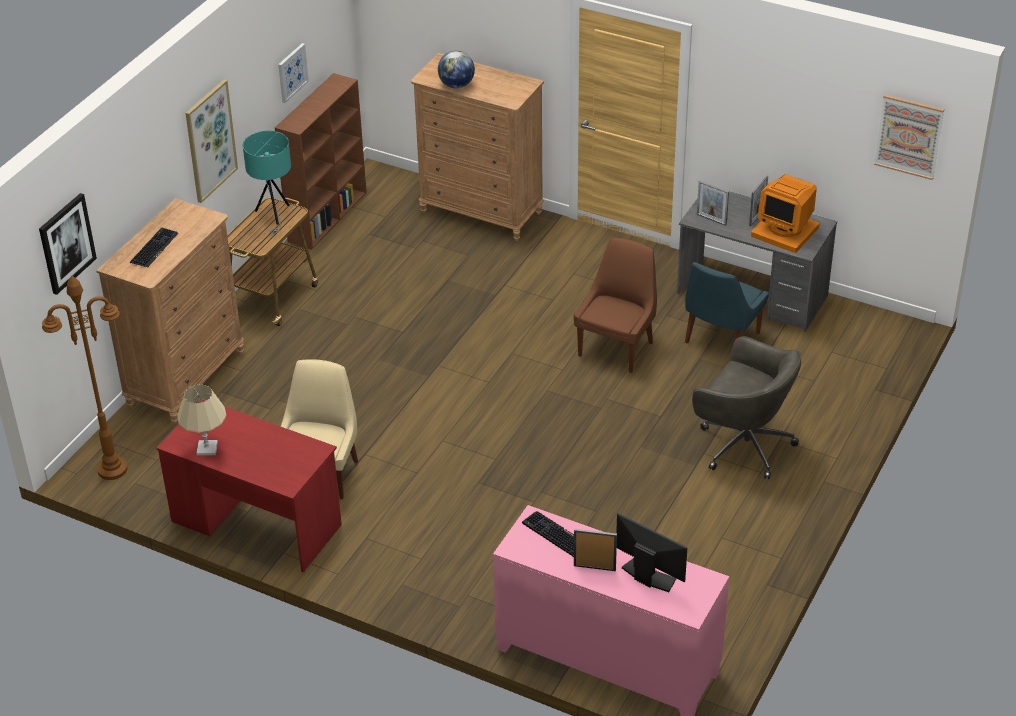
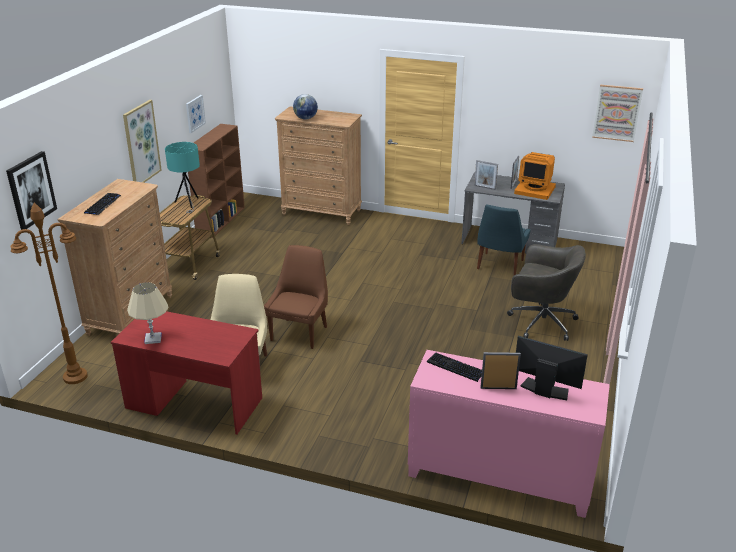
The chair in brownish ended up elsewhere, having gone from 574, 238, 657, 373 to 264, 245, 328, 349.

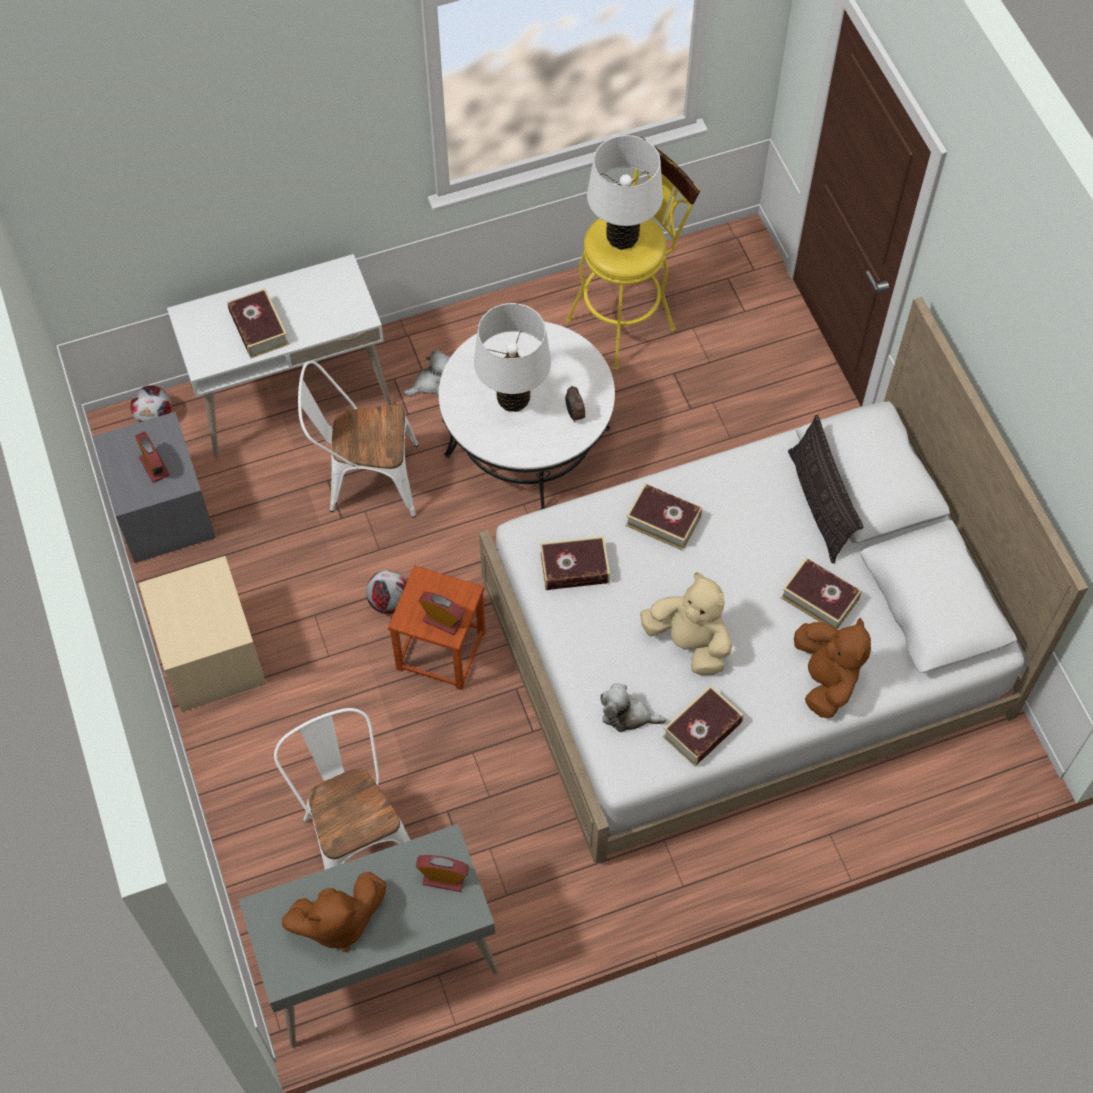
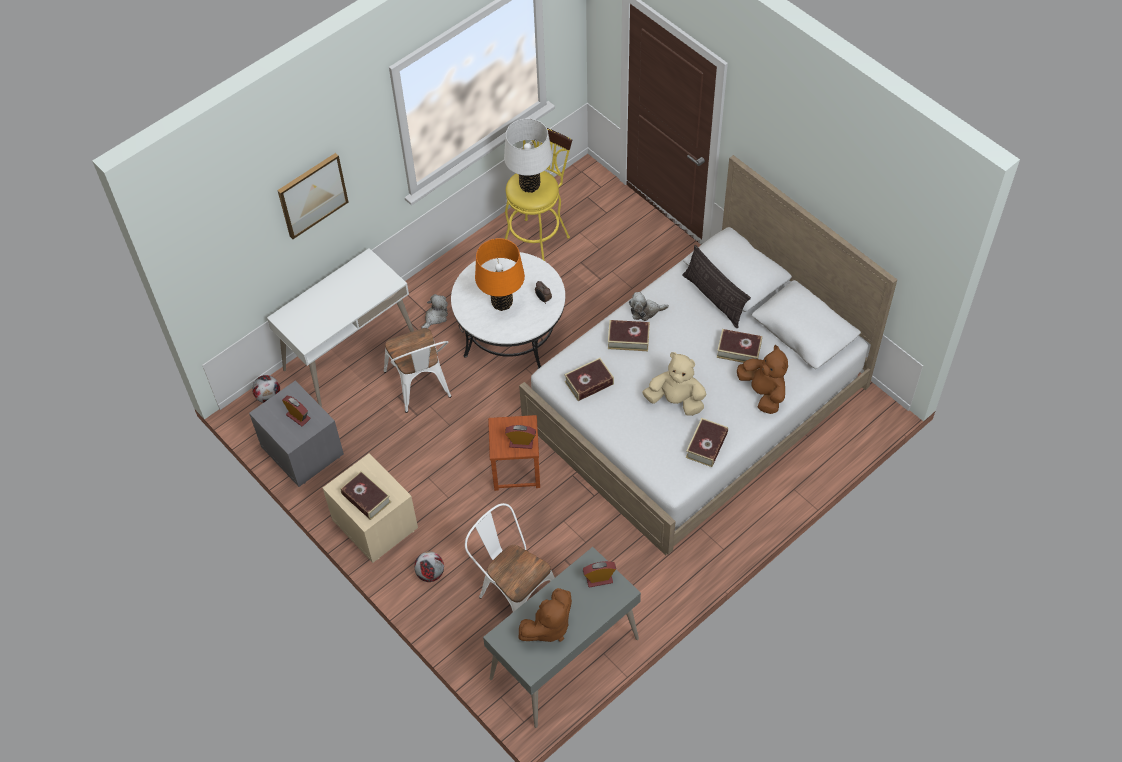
The book ended up elsewhere, having gone from 228, 288, 289, 358 to 340, 470, 391, 520. The chair in white at 298, 361, 419, 518 ended up facing another way, 90 degrees counterclockwise from before. The football ended up elsewhere, having gone from 366, 570, 407, 614 to 414, 551, 444, 582. What was the table lamp in white at 474, 303, 551, 412 turned into the table lamp in orange at 475, 238, 525, 311. The cuddly toy ended up elsewhere, having gone from 600, 683, 666, 732 to 629, 292, 669, 321. The second view gained the wall art at 277, 153, 349, 239.

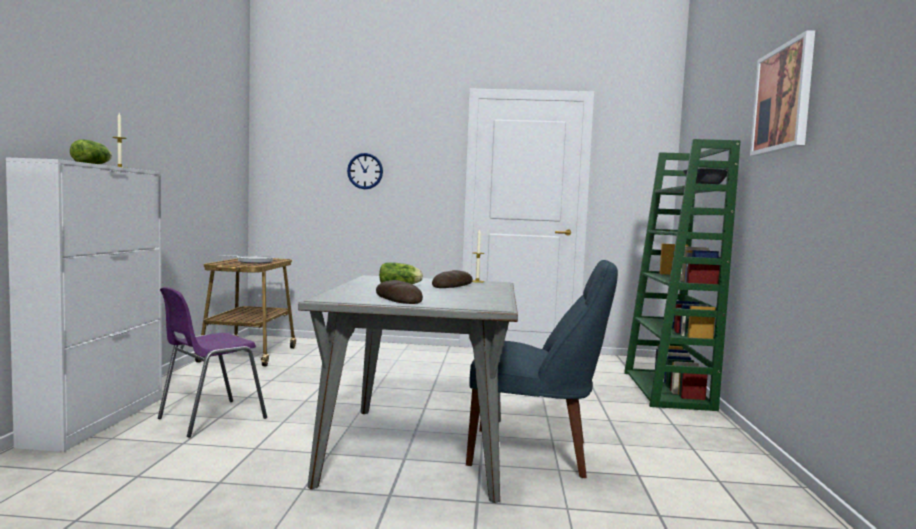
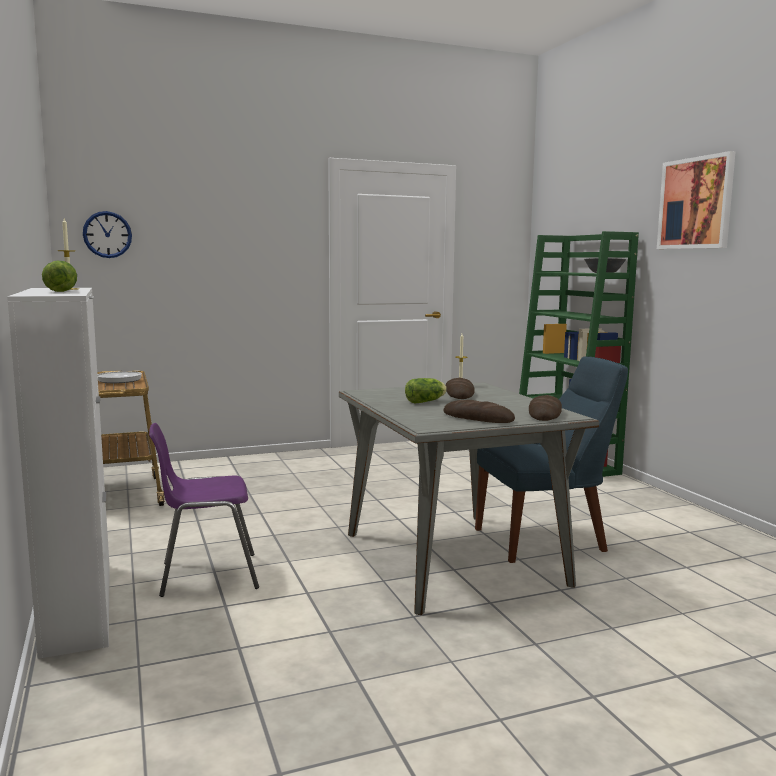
The chair in purple-coloured at 158, 287, 267, 437 ended up facing another way, 60 degrees clockwise from before. The hanging clock ended up elsewhere, having gone from 347, 153, 383, 189 to 83, 211, 132, 258. The second view gained the bread at 529, 395, 562, 421.

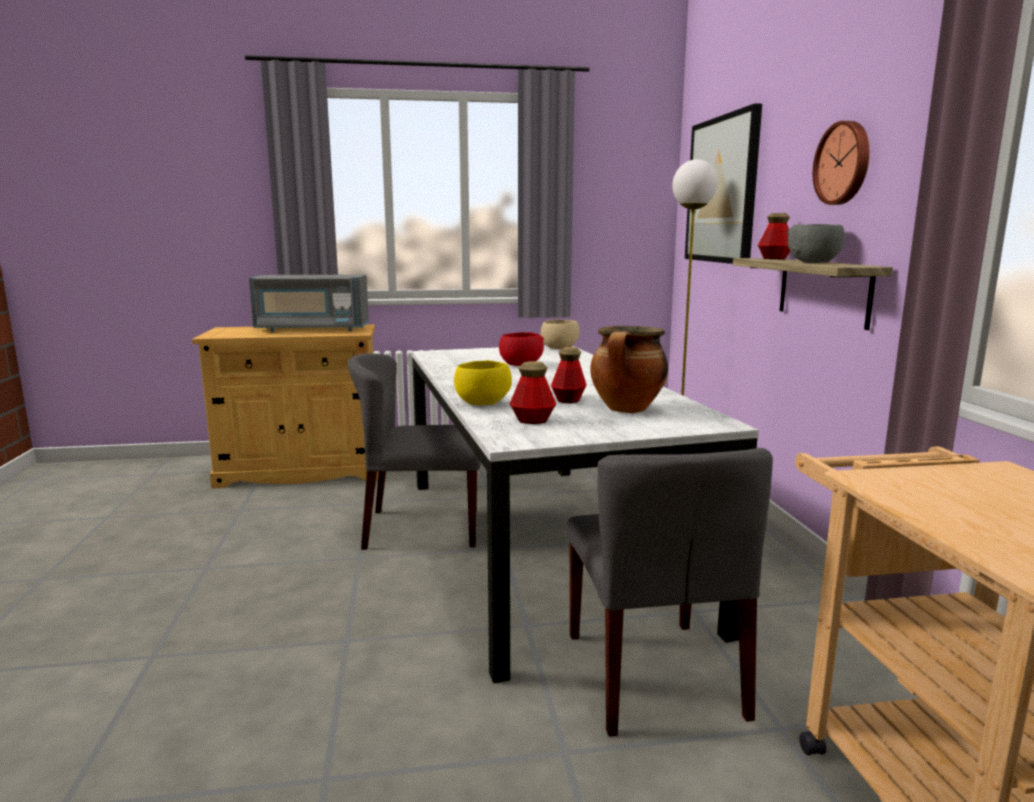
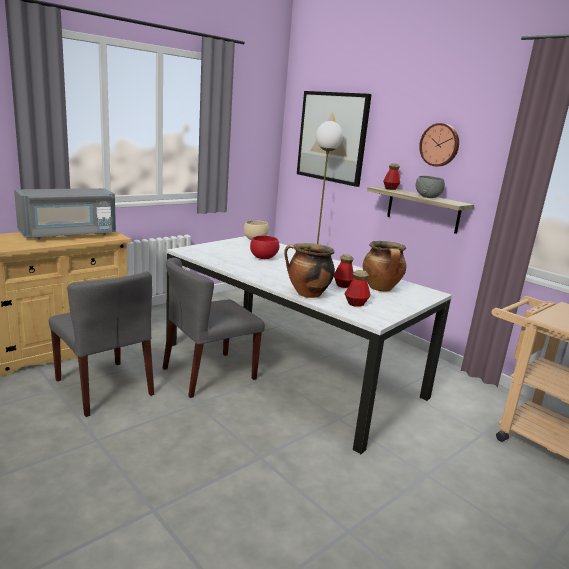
Where the bowl in yellow stood at 454, 360, 512, 405, the stockpot came to stand at 284, 243, 335, 298. The chair in gray ended up elsewhere, having gone from 567, 448, 773, 737 to 49, 272, 154, 417.

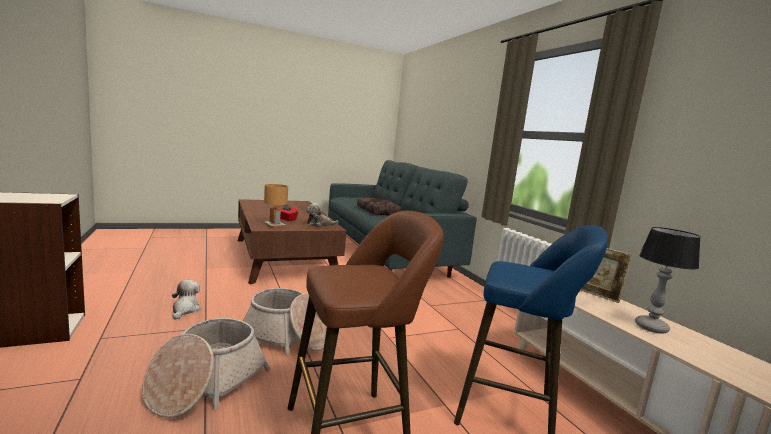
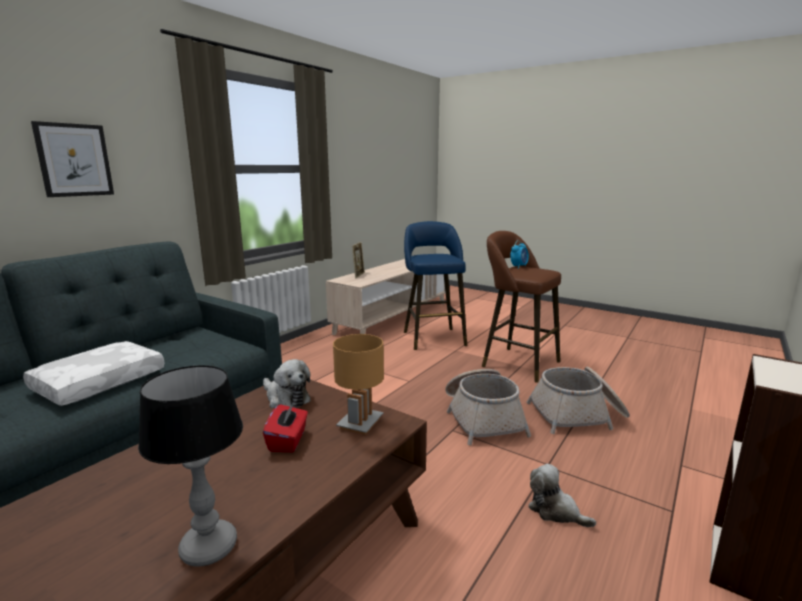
The cuddly toy at 172, 280, 200, 320 ended up facing another way, 75 degrees clockwise from before. What was the cushion in brownish at 357, 198, 401, 215 turned into the cushion in white at 23, 341, 164, 406. The table lamp ended up elsewhere, having gone from 635, 227, 701, 334 to 138, 365, 243, 567. The second view gained the wall art at 31, 121, 114, 197. The second view gained the alarm clock at 510, 240, 529, 269.

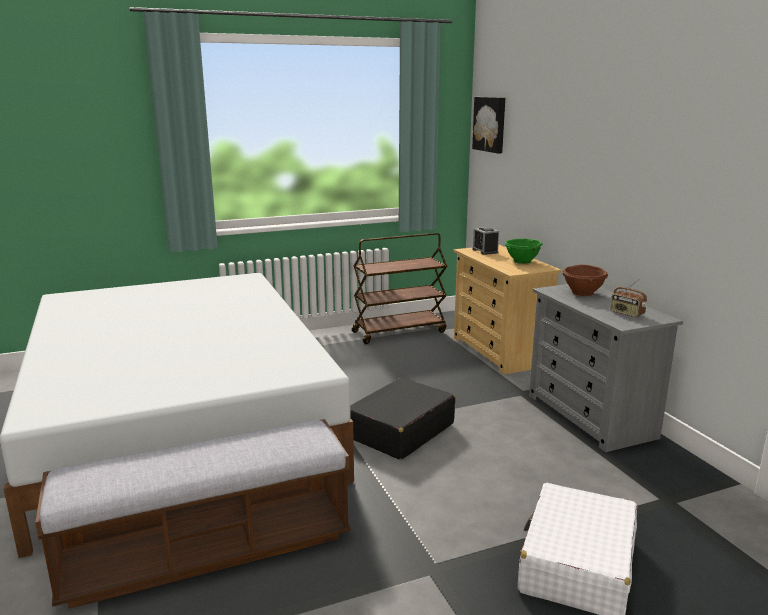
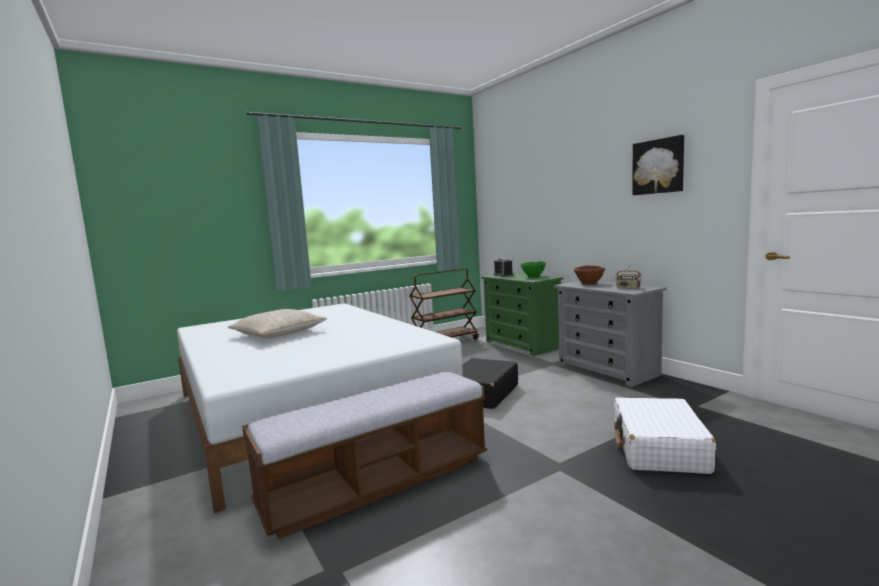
What was the chest of drawers in sand-coloured at 454, 245, 562, 375 turned into the chest of drawers in green-coloured at 481, 273, 563, 356. The wall art ended up elsewhere, having gone from 472, 97, 505, 154 to 632, 135, 684, 195. The second view gained the cushion in sand-coloured at 228, 309, 327, 339.

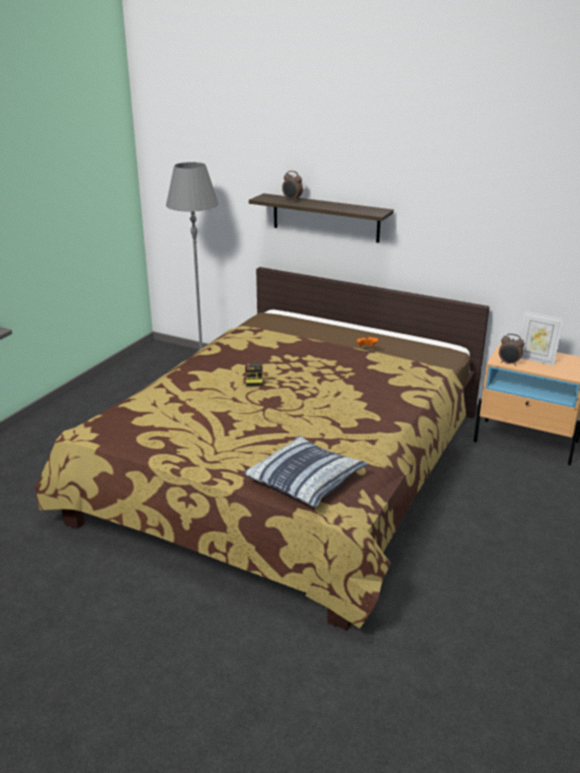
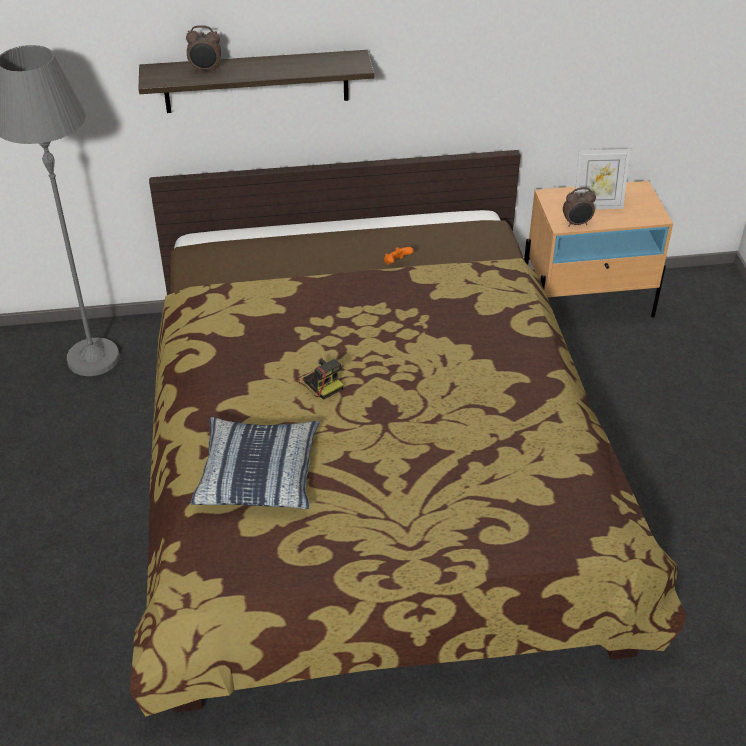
The cushion ended up elsewhere, having gone from 244, 435, 368, 507 to 191, 417, 320, 509.

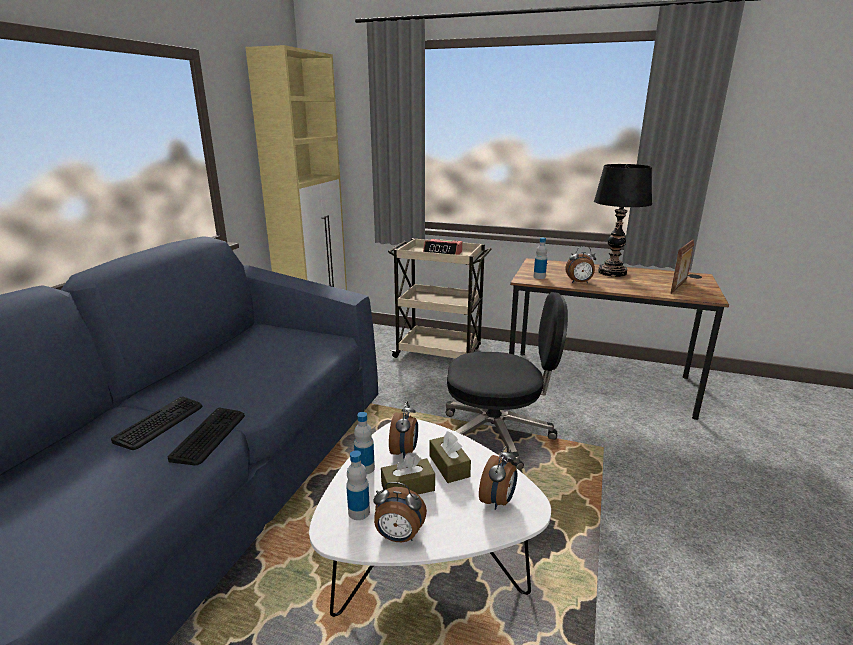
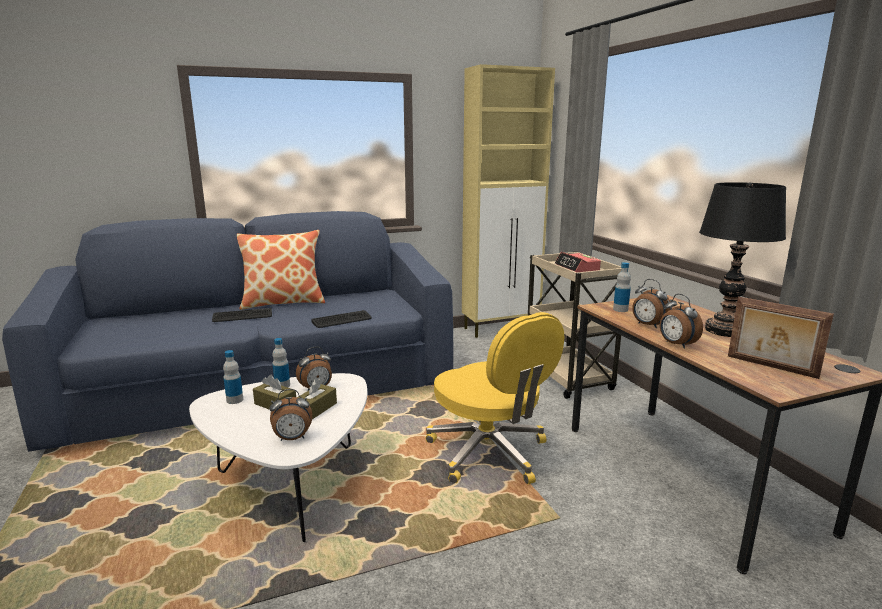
The keyboard ended up elsewhere, having gone from 168, 408, 245, 465 to 311, 310, 372, 328. The alarm clock ended up elsewhere, having gone from 373, 482, 427, 542 to 660, 294, 703, 348. What was the computer chair in black-coloured at 446, 292, 568, 470 turned into the computer chair in yellow at 425, 312, 564, 484. The picture frame at 670, 240, 694, 294 ended up facing another way, 45 degrees clockwise from before. The second view gained the cushion at 237, 230, 325, 310.

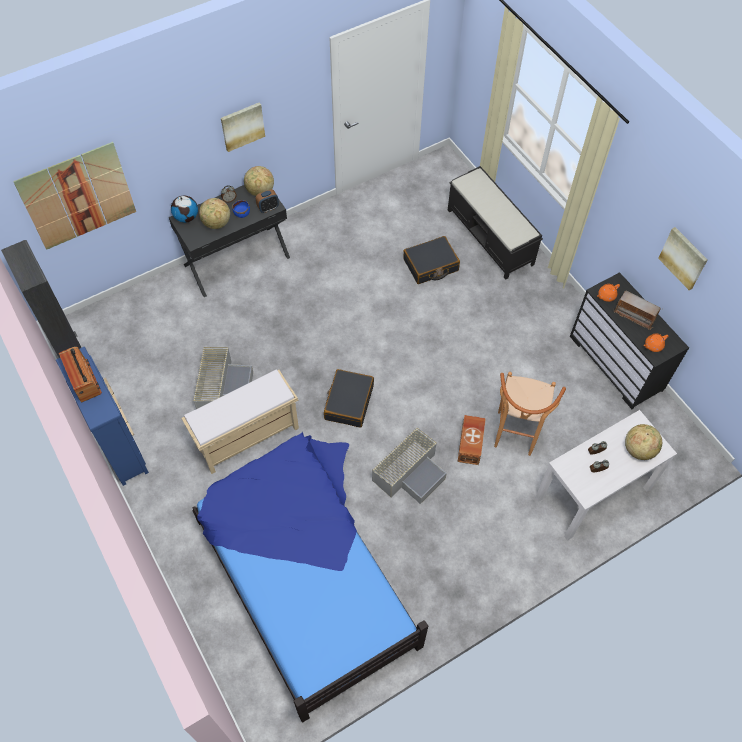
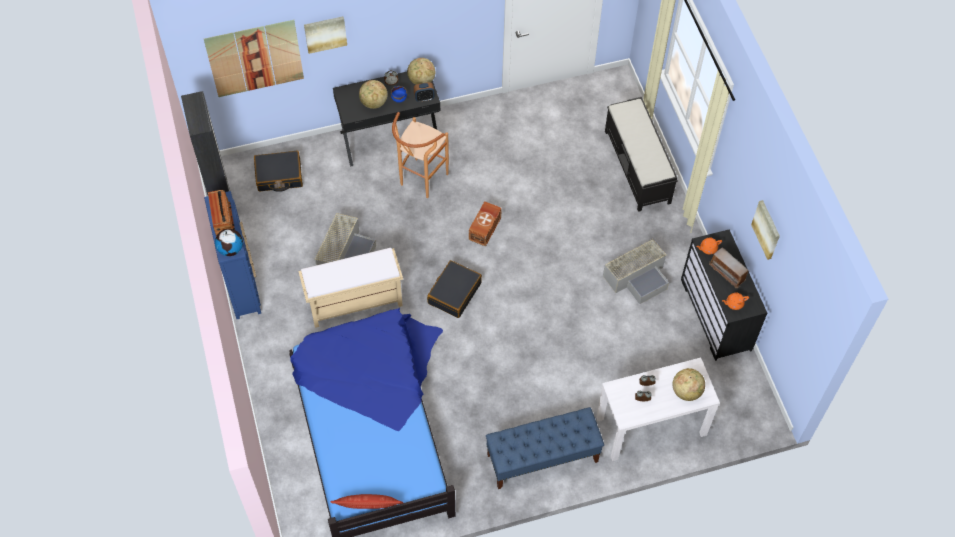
The globe ended up elsewhere, having gone from 171, 195, 198, 223 to 215, 229, 243, 256. The wall art ended up elsewhere, having gone from 221, 102, 265, 152 to 304, 16, 347, 54. The storage box in gray ended up elsewhere, having gone from 372, 427, 447, 504 to 603, 239, 669, 304. The piece of luggage in black-coloured ended up elsewhere, having gone from 403, 236, 460, 284 to 254, 151, 303, 192. The storage box in brownish ended up elsewhere, having gone from 458, 415, 486, 465 to 469, 201, 502, 246. The sitting stool in brownish ended up elsewhere, having gone from 494, 372, 566, 456 to 392, 112, 449, 198. The second view gained the cushion at 330, 494, 403, 509. The second view gained the long seat in blue-coloured at 486, 407, 604, 489.

